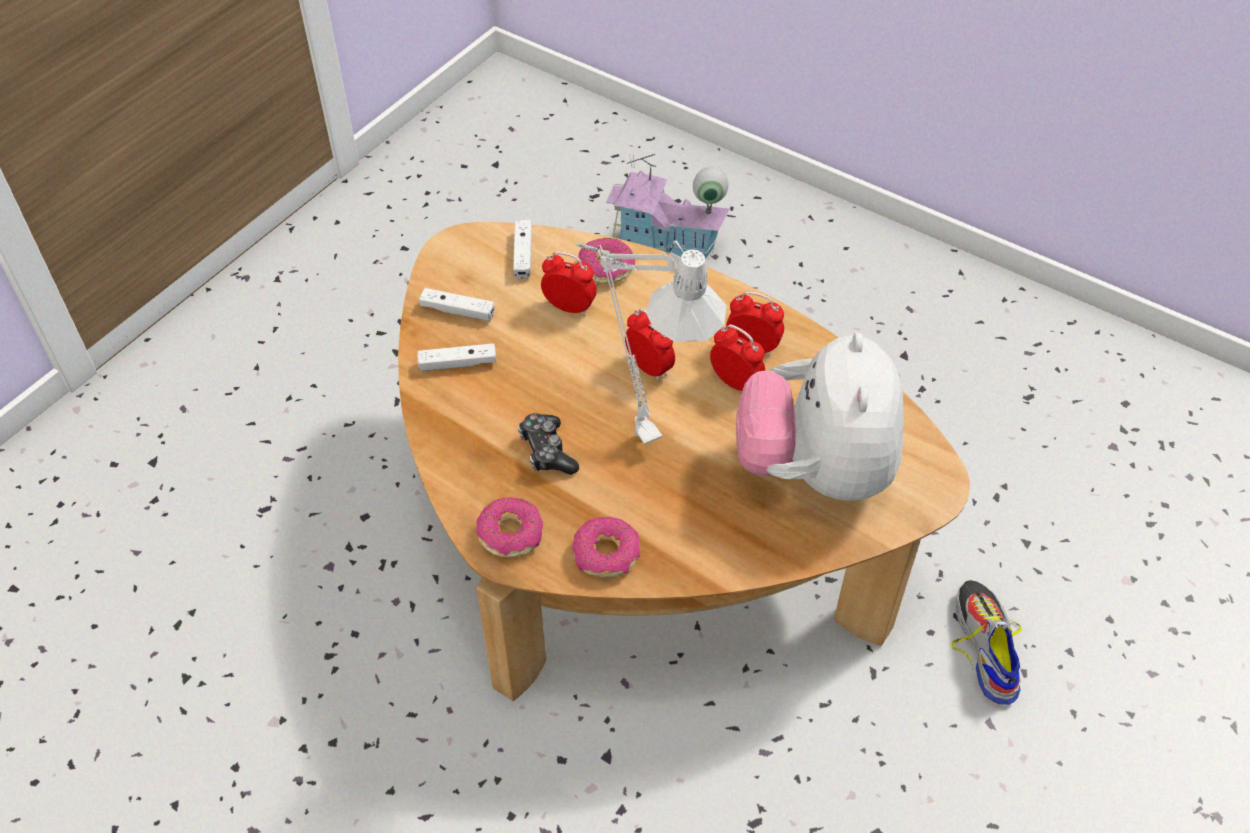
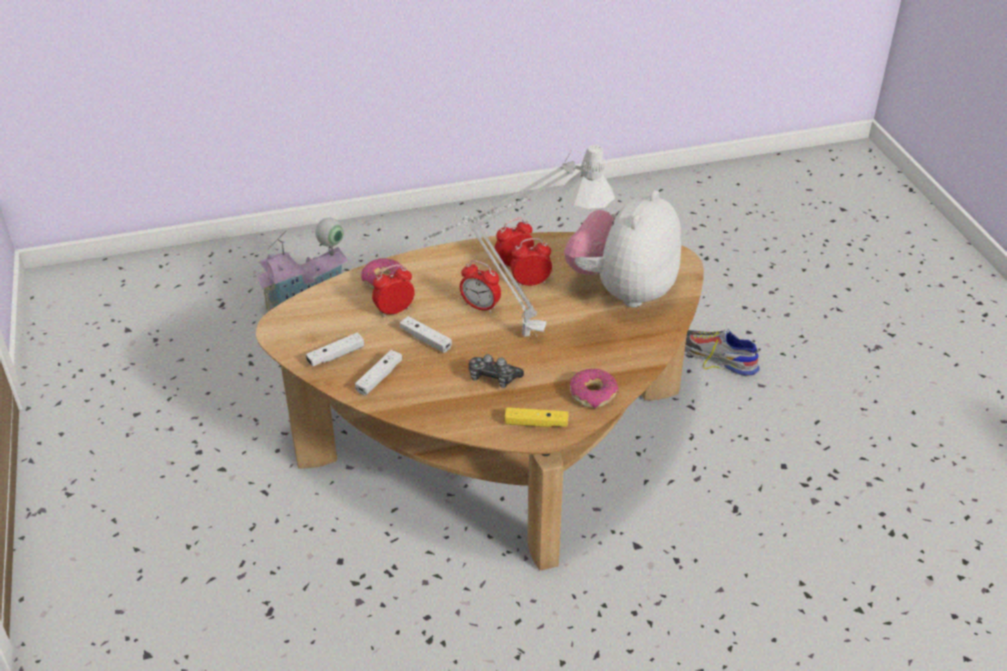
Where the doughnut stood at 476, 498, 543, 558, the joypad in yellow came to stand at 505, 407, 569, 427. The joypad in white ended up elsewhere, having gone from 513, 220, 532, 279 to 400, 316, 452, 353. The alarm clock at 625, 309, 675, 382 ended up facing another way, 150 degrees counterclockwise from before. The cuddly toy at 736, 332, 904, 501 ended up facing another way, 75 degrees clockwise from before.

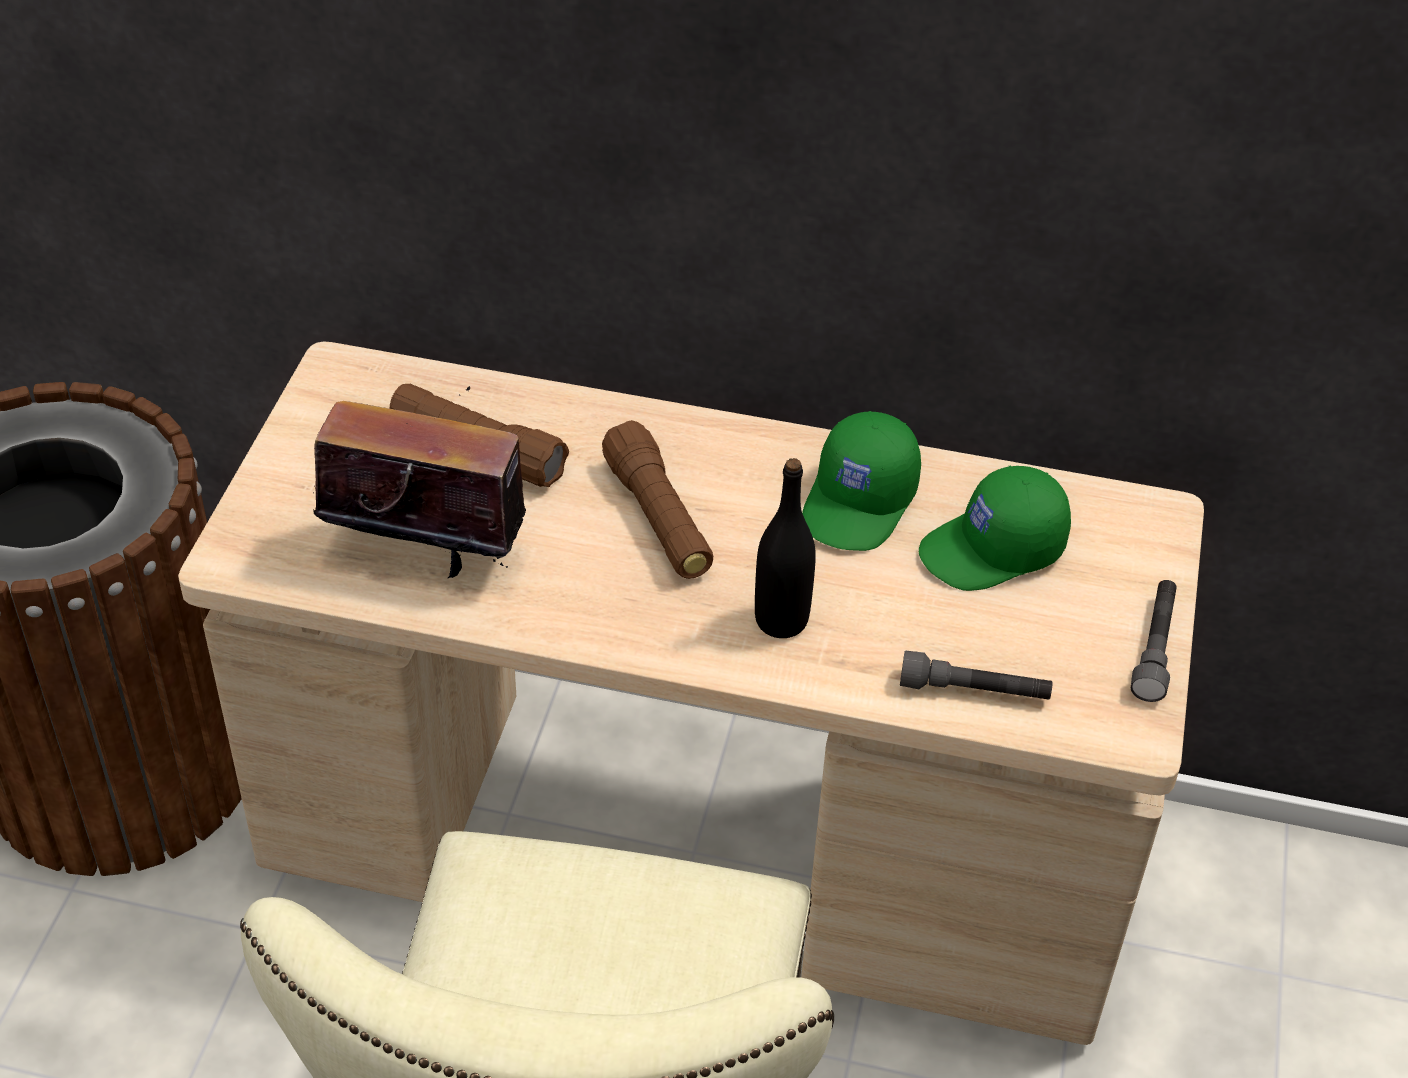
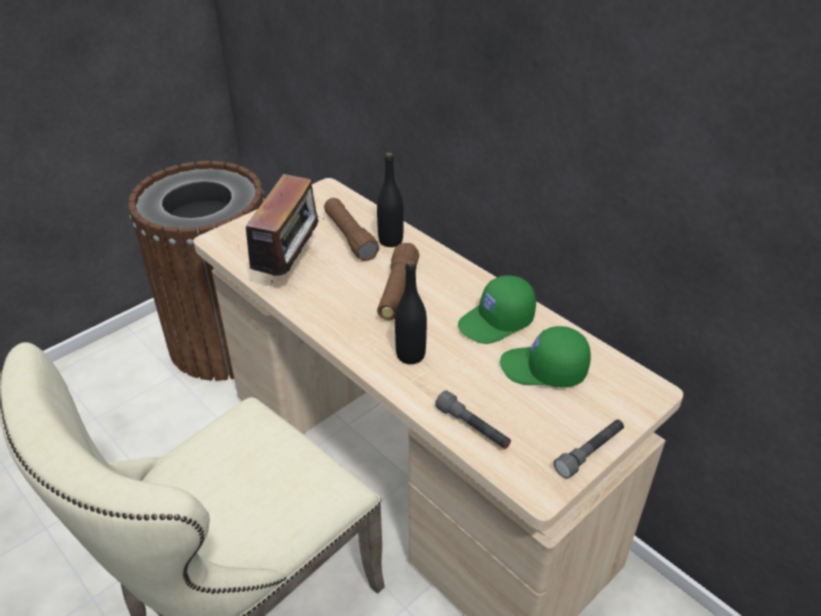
The radio at 313, 386, 526, 579 ended up facing another way, 60 degrees clockwise from before. The second view gained the drink bottle in black-coloured at 377, 152, 404, 247.

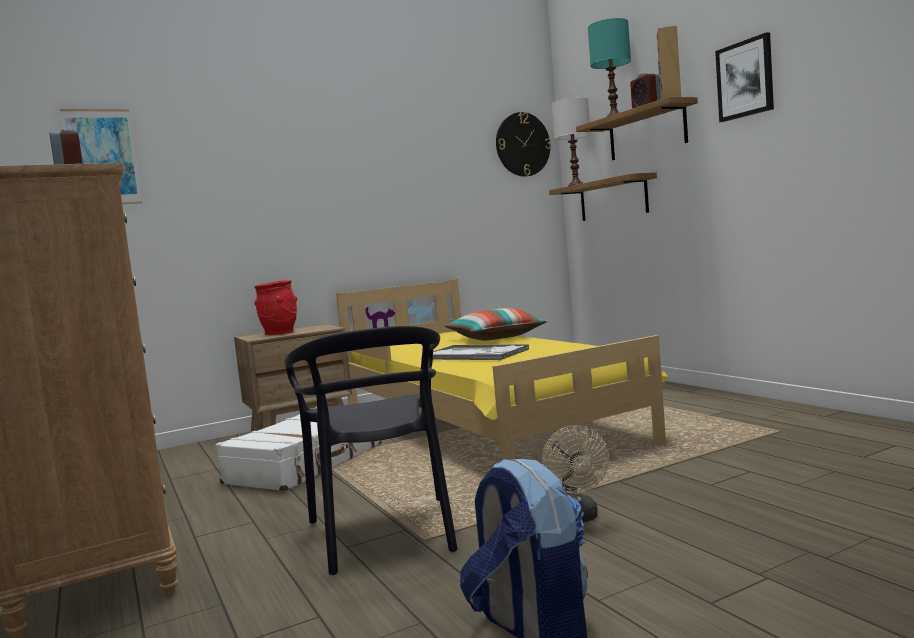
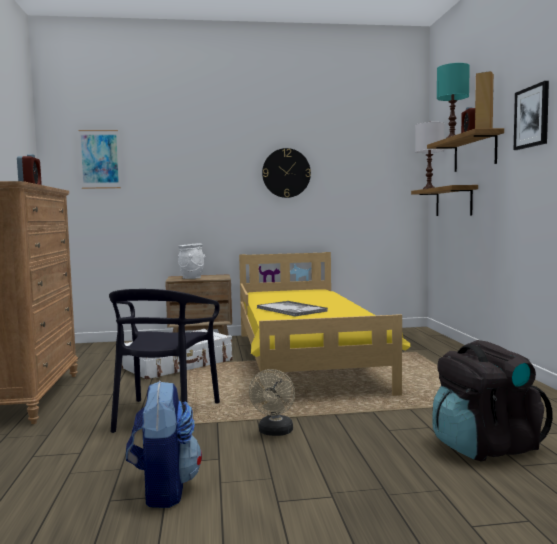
What was the vase in red-coloured at 254, 280, 297, 335 turned into the vase in white at 178, 243, 205, 279. The second view lost the cushion at 445, 308, 547, 341. The hanging clock ended up elsewhere, having gone from 496, 112, 551, 177 to 262, 148, 311, 198. The second view gained the backpack in black-coloured at 432, 340, 553, 461.

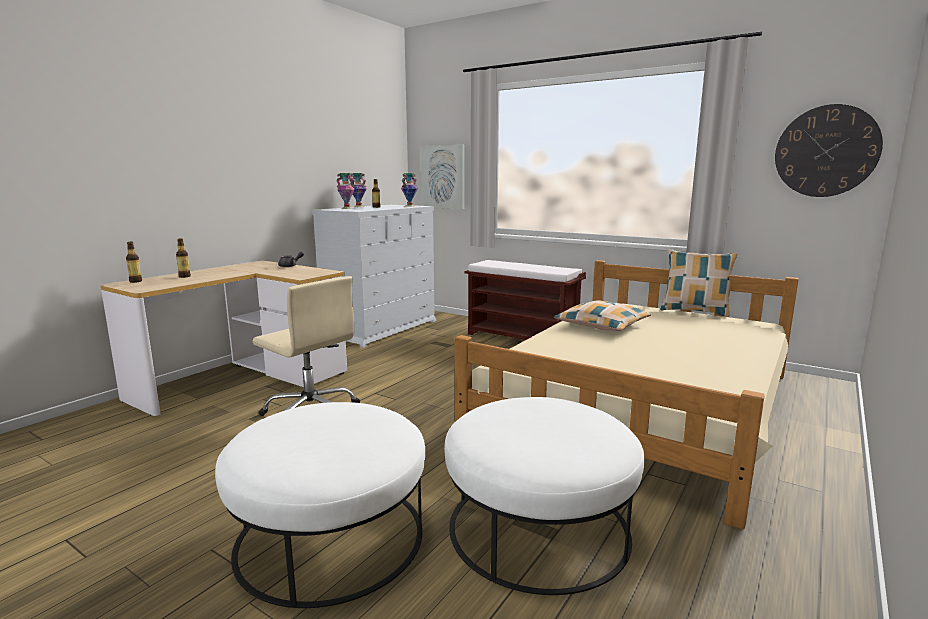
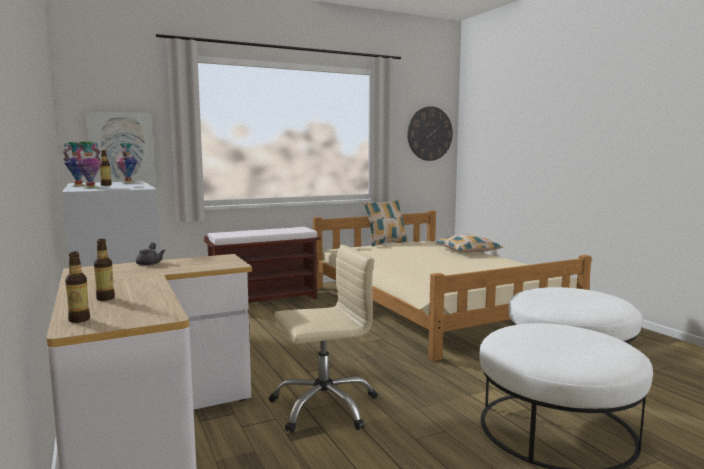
The cushion ended up elsewhere, having gone from 554, 300, 651, 331 to 434, 234, 503, 252.

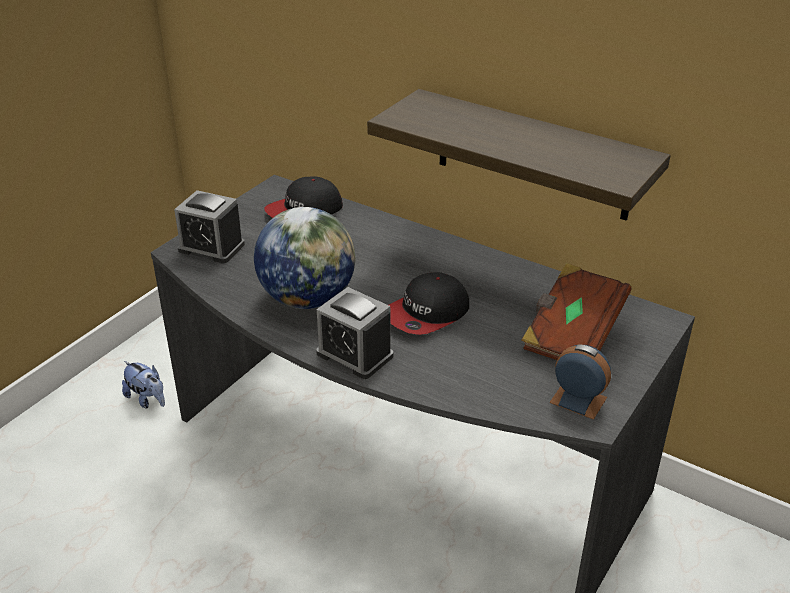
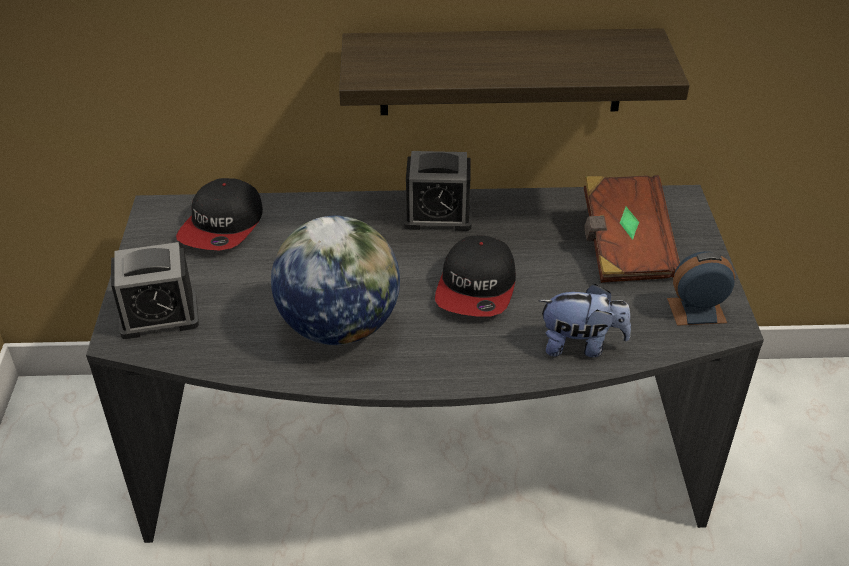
The cuddly toy ended up elsewhere, having gone from 122, 361, 165, 409 to 539, 284, 631, 357. The alarm clock ended up elsewhere, having gone from 316, 287, 393, 379 to 403, 151, 472, 231.

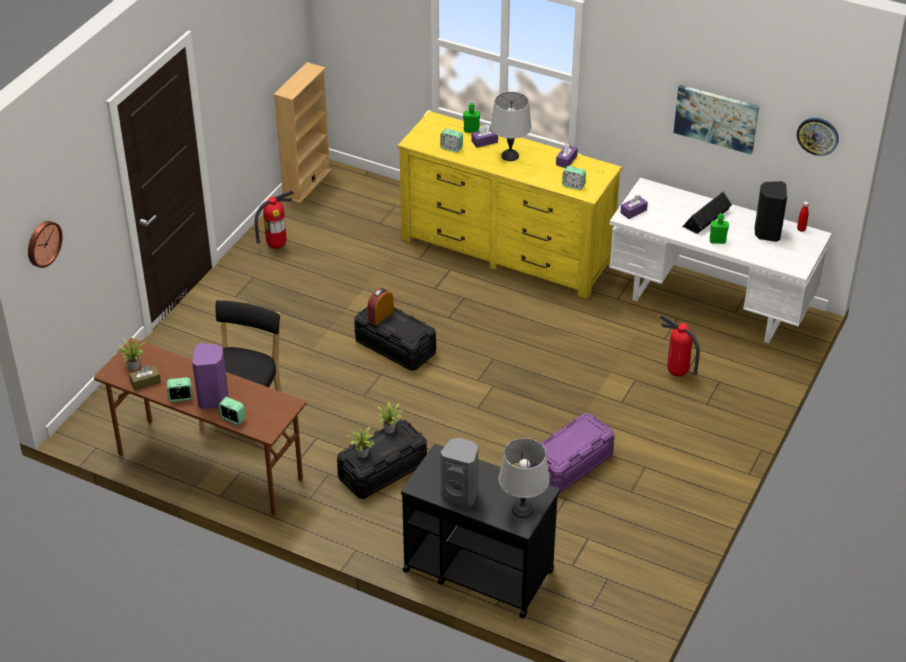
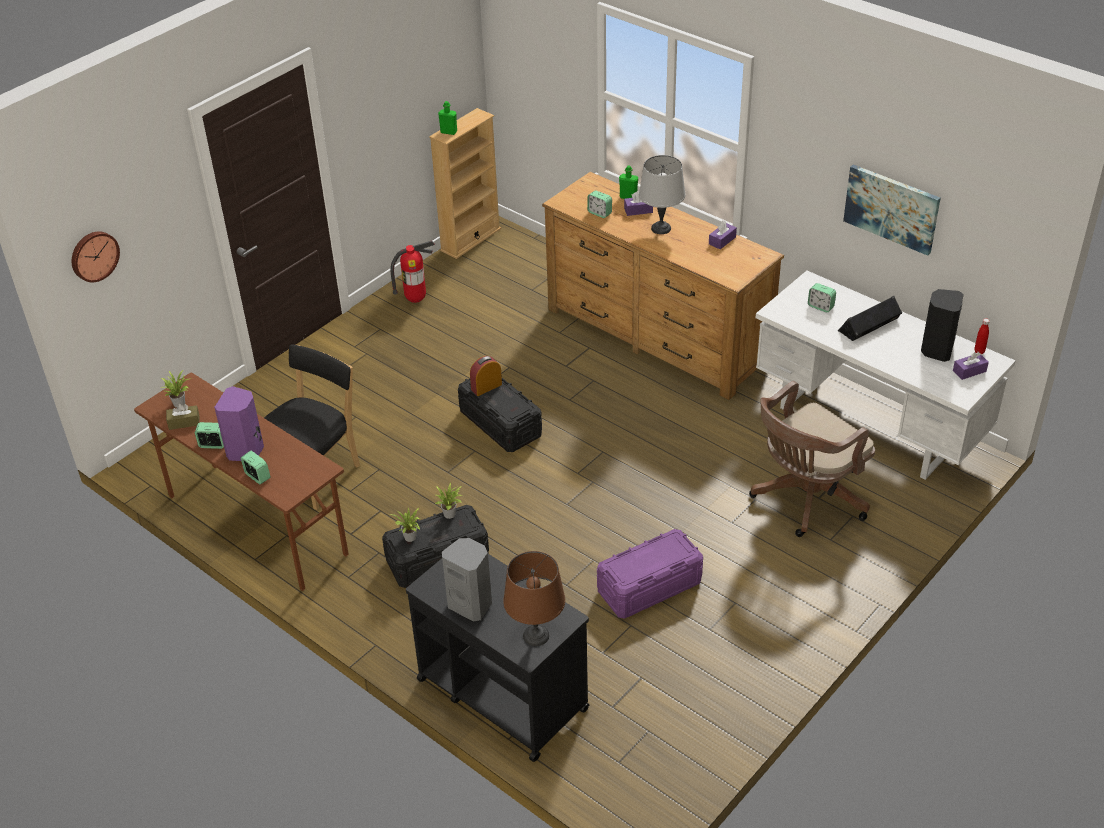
What was the chest of drawers in yellow at 397, 111, 623, 299 turned into the chest of drawers in brownish at 542, 172, 784, 400. What was the table lamp in gray at 498, 438, 549, 518 turned into the table lamp in brownish at 503, 551, 565, 646. The alarm clock ended up elsewhere, having gone from 562, 166, 586, 190 to 808, 283, 836, 312. The box of tissues in purple-coloured ended up elsewhere, having gone from 620, 195, 648, 219 to 953, 352, 989, 380. Where the fire-fighting cylinder stood at 660, 315, 700, 377, the computer chair in brownish came to stand at 749, 381, 875, 537. The drink bottle in green-coloured ended up elsewhere, having gone from 710, 213, 729, 244 to 438, 101, 457, 135. The second view lost the hanging clock at 797, 118, 839, 156.

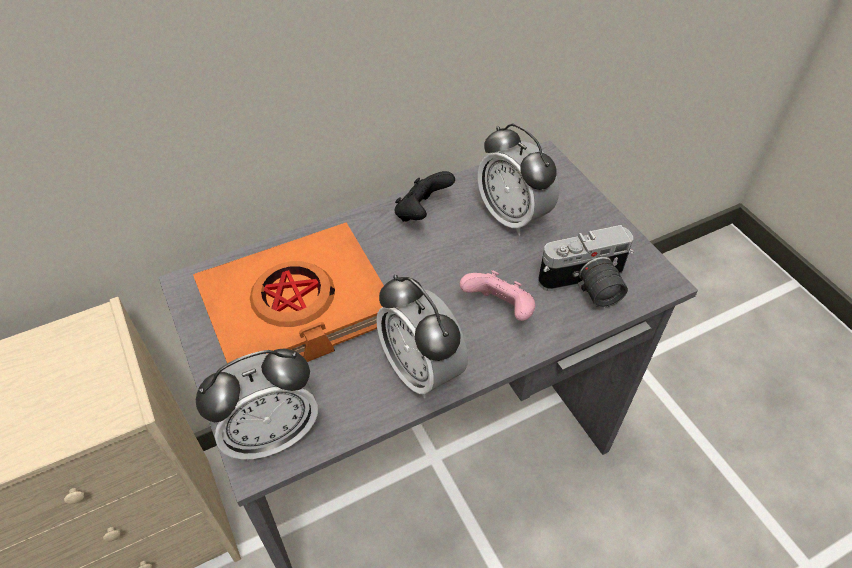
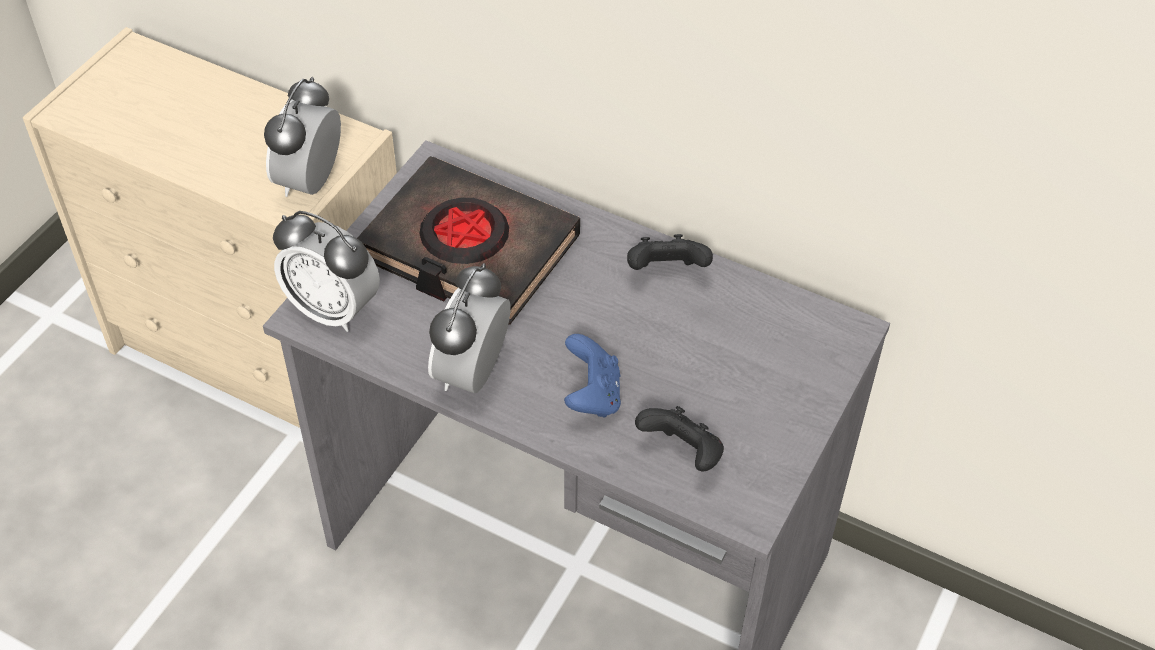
What was the book in orange at 193, 222, 384, 363 turned into the book in black-coloured at 357, 156, 580, 325. What was the joypad in pink-coloured at 460, 270, 535, 321 turned into the joypad in blue-coloured at 564, 334, 621, 418. The alarm clock ended up elsewhere, having gone from 477, 123, 559, 236 to 264, 77, 341, 197. Where the photo camera stood at 538, 225, 634, 308, the joypad in black-coloured came to stand at 635, 406, 724, 471.

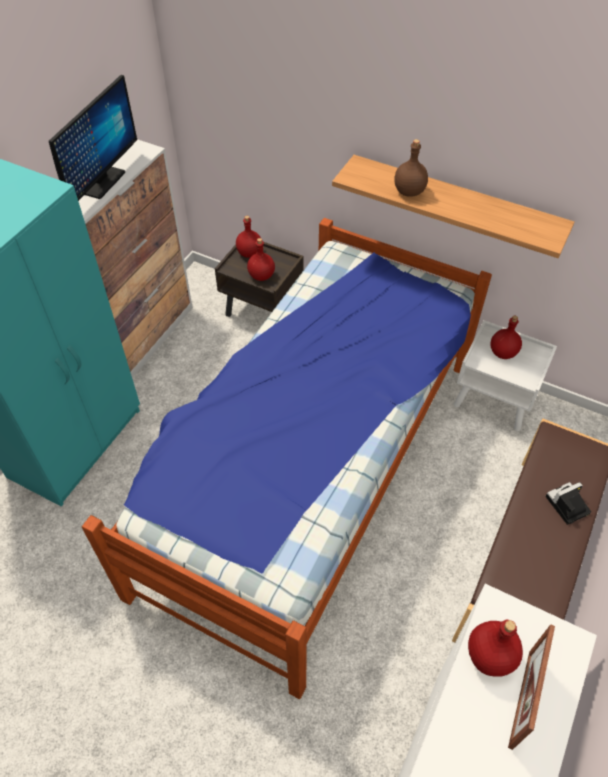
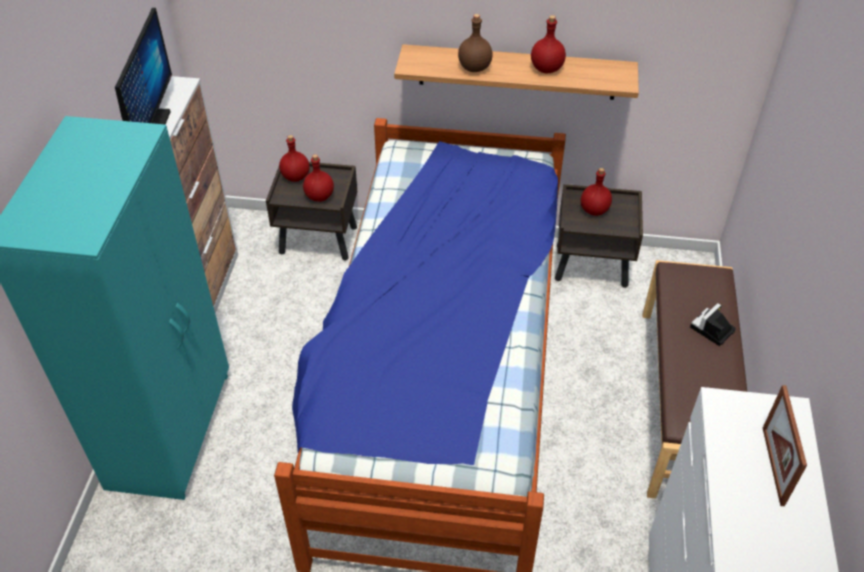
What was the bedside table in white at 454, 320, 557, 431 turned into the bedside table in brownish at 555, 184, 643, 288. The drink bottle in red-coloured ended up elsewhere, having gone from 468, 620, 523, 677 to 531, 15, 566, 73.

